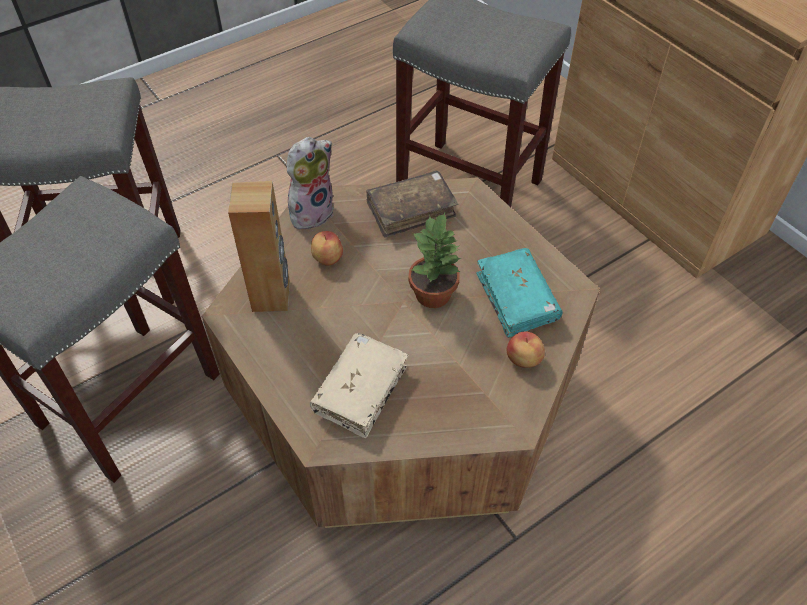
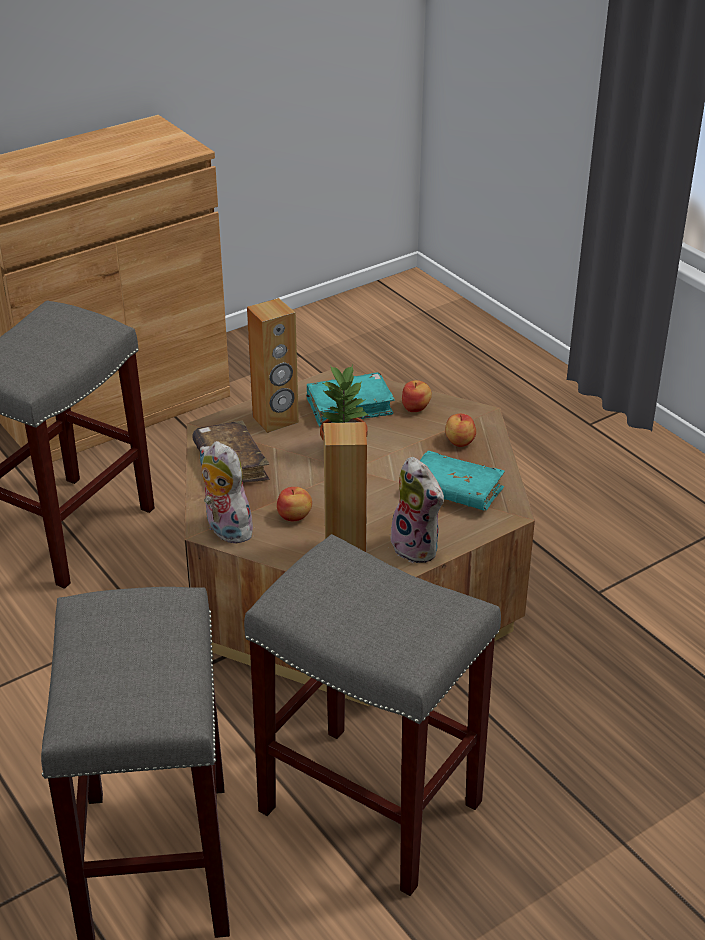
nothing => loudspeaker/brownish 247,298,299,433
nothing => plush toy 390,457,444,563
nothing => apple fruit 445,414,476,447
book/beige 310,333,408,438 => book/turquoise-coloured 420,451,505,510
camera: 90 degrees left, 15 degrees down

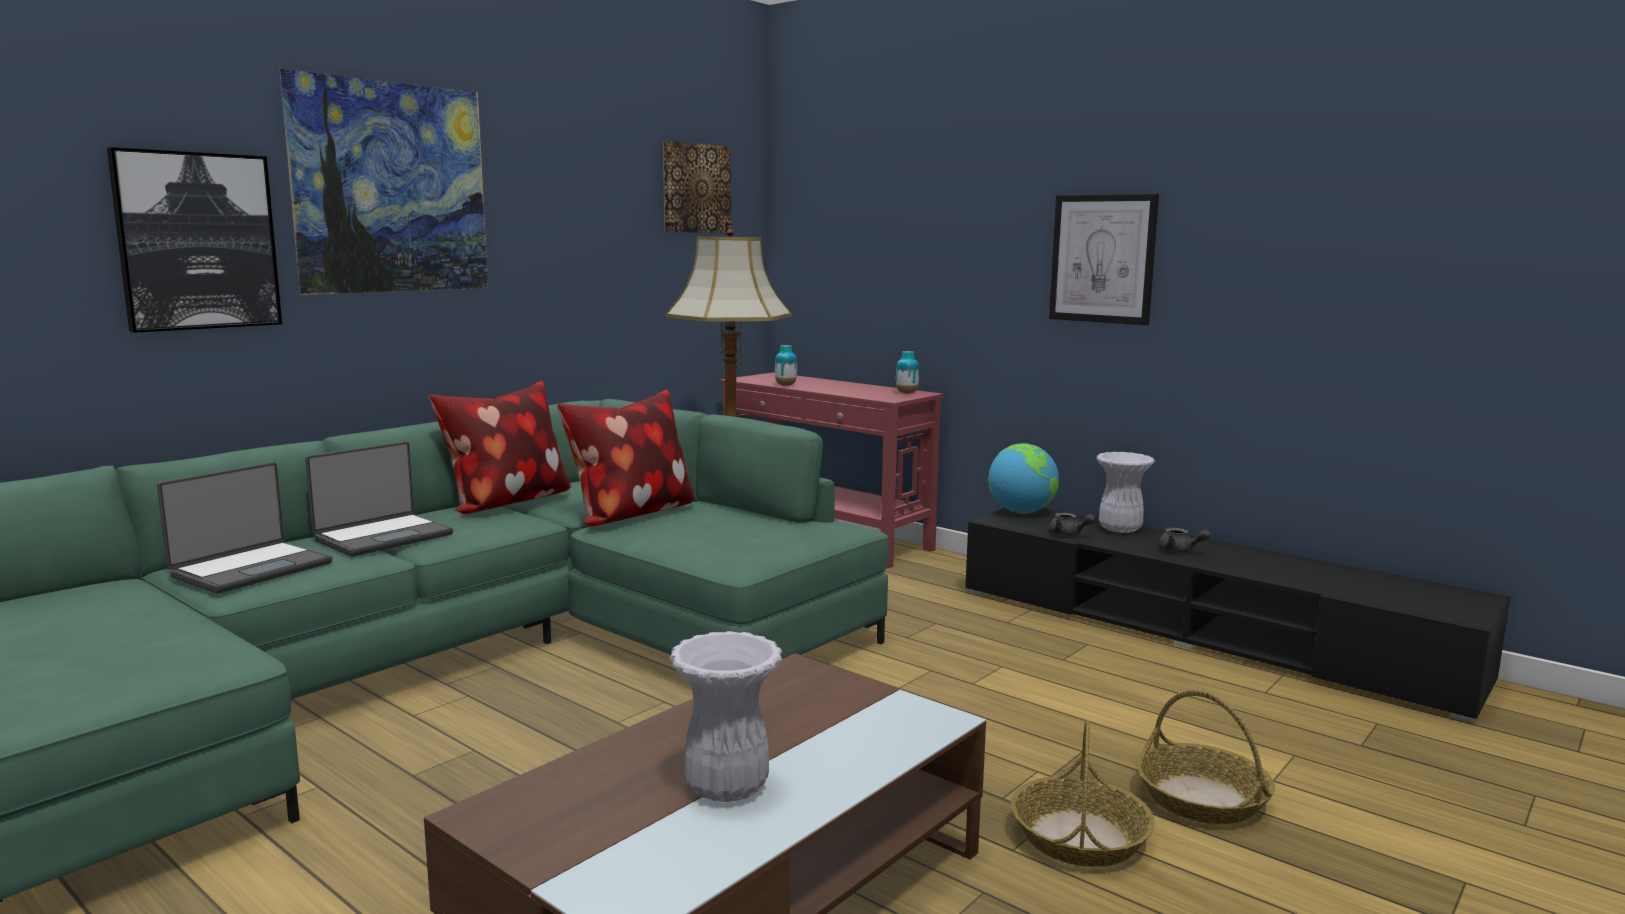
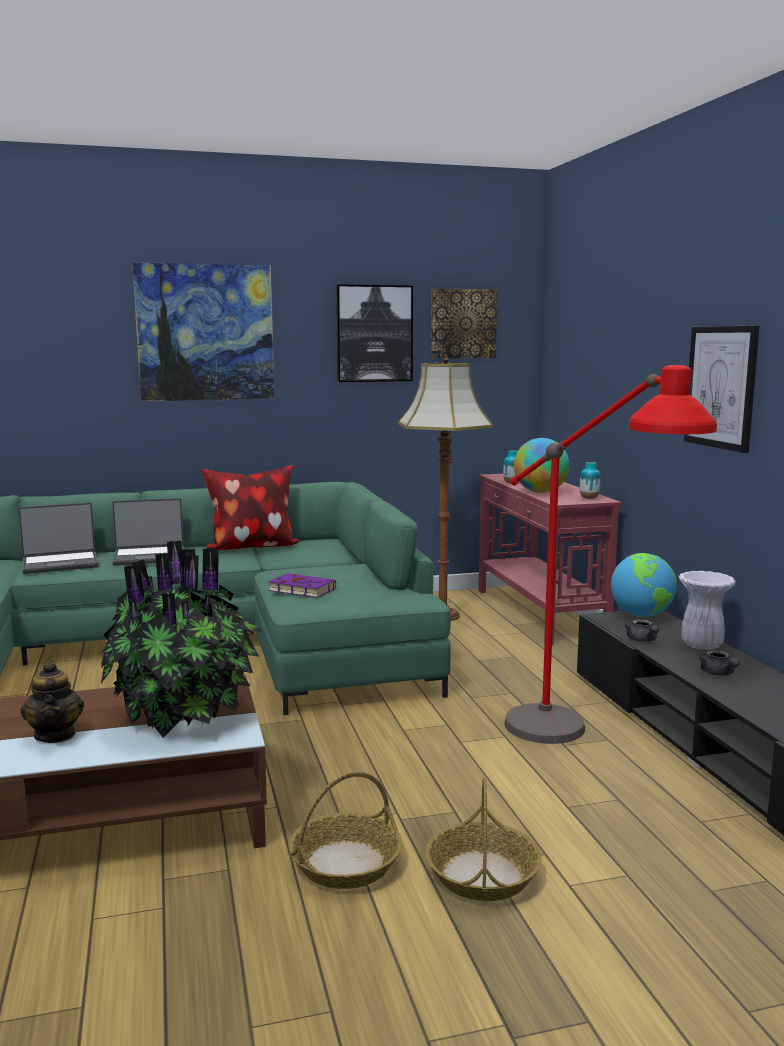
cushion 557,390,695,527 => nothing
nothing => houseplant 101,540,263,738
nothing => book/purple 268,573,336,598
nothing => standard lamp/reddish 504,365,717,744
nothing => globe 514,438,569,493
wall art 107,147,282,333 => wall art 336,285,413,382, relocated
flower vase/whitish 669,631,782,802 => pot for tea 20,661,84,743
camera: 35 degrees right, 0 degrees up

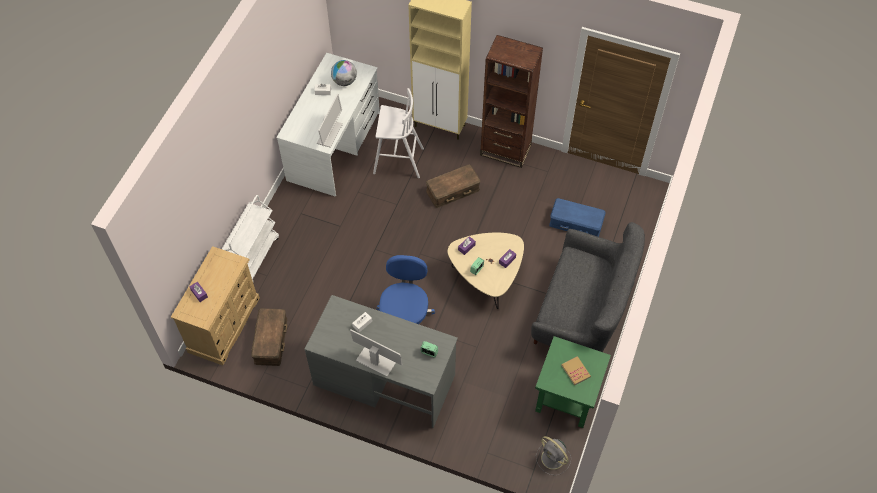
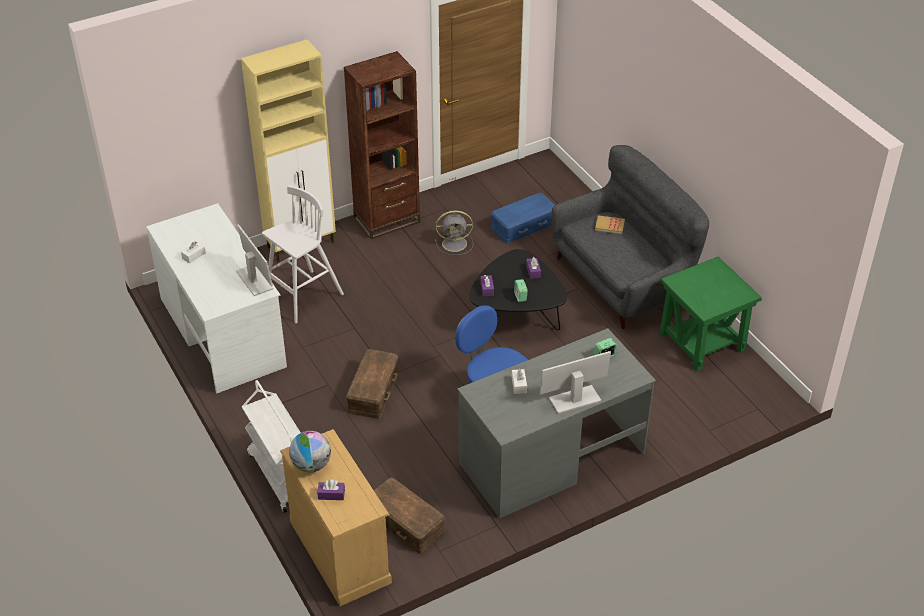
globe 331,60,357,86 => globe 289,431,331,472, relocated
storage bin/brownish 426,164,480,208 => storage bin/brownish 346,349,399,419, relocated
cooling fan/gray 536,436,571,476 => cooling fan/gray 435,211,473,255, relocated
book 561,356,591,386 => book 595,215,625,234, relocated
lounge table/beige 448,233,524,309 => lounge table/black-coloured 469,249,567,330
camera: 50 degrees left, 15 degrees down

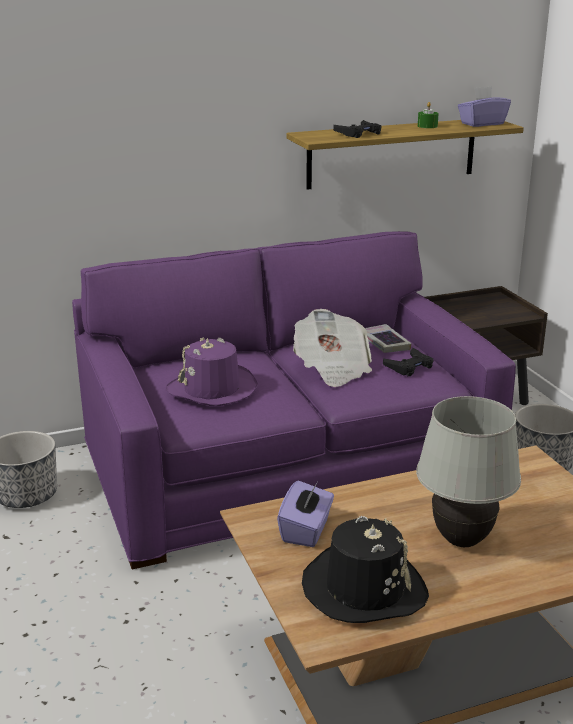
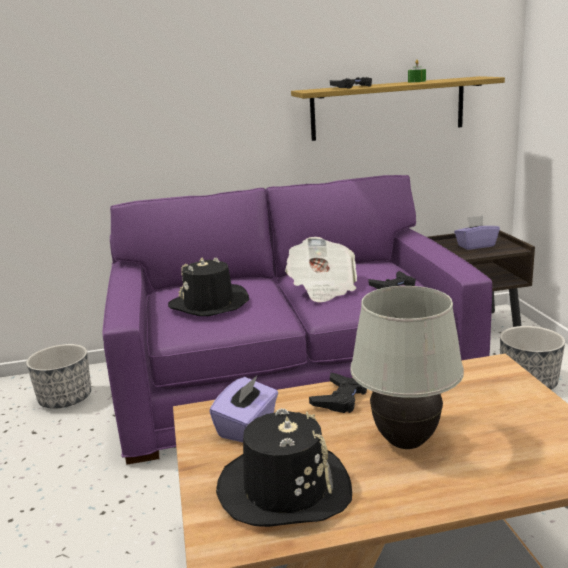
book 365,324,411,353 => nothing
nothing => joypad/black-coloured 309,373,367,413
tissue box/purple 458,86,511,127 => tissue box/purple 454,216,500,250, relocated
clothing hat/purple 166,337,258,406 => clothing hat/black-coloured 168,257,249,316
camera: 10 degrees right, 5 degrees down

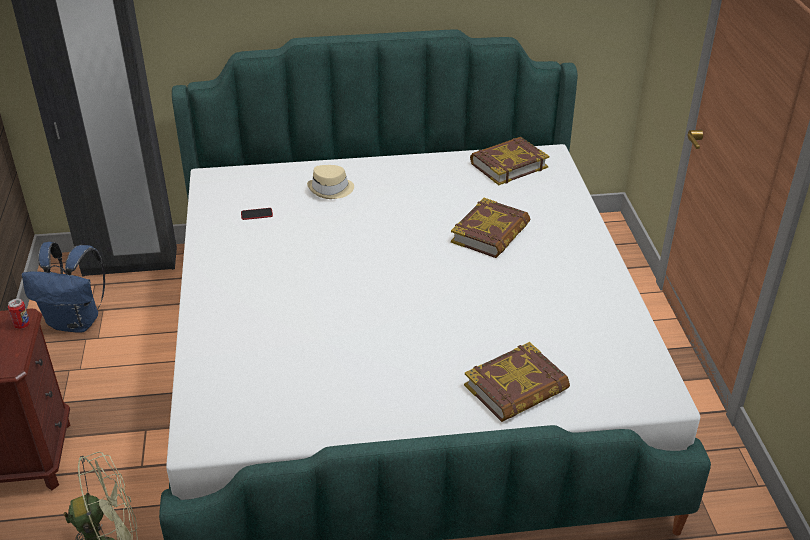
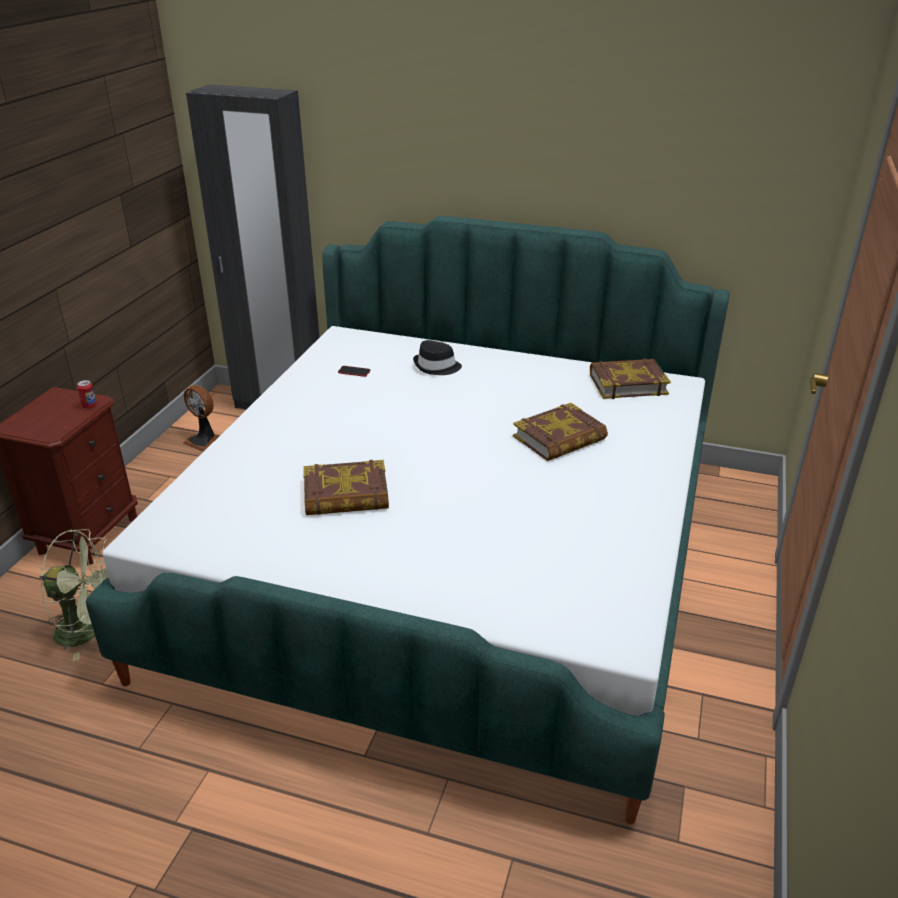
book 464,342,570,422 => book 303,460,389,515, relocated
backpack/bluish 22,242,105,332 => cooling fan 183,385,219,452
clothing hat/beige 307,165,354,199 => clothing hat/black-coloured 413,340,462,375
camera: 25 degrees right, 5 degrees down

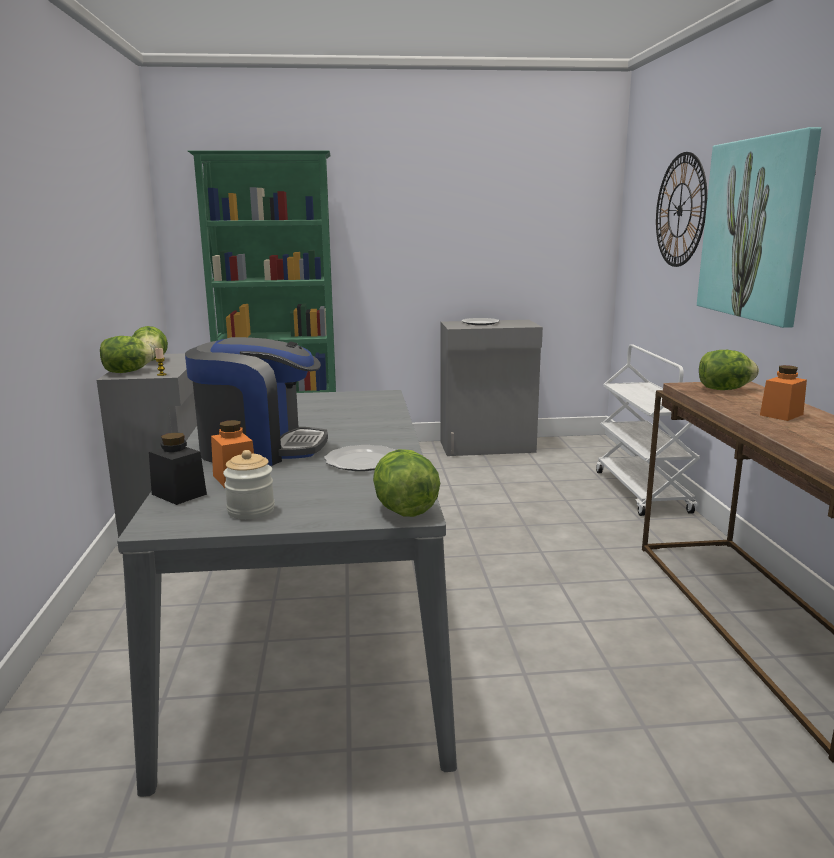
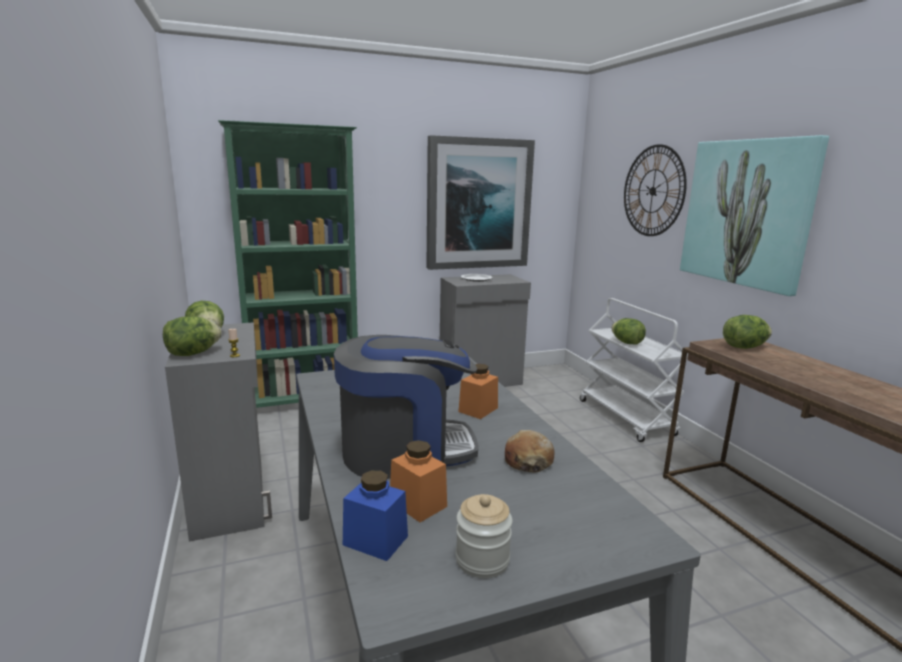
nothing => wall art 426,135,535,270
lettuce 373,449,440,517 => lettuce 611,318,646,345, relocated
jar/orange 760,365,807,421 => jar/orange 458,364,498,419, relocated
dinner plate 324,445,395,471 => baked bread 505,430,555,472
jar/black-coloured 149,432,207,505 => jar/bluish 343,470,408,561
camera: 15 degrees left, 0 degrees up

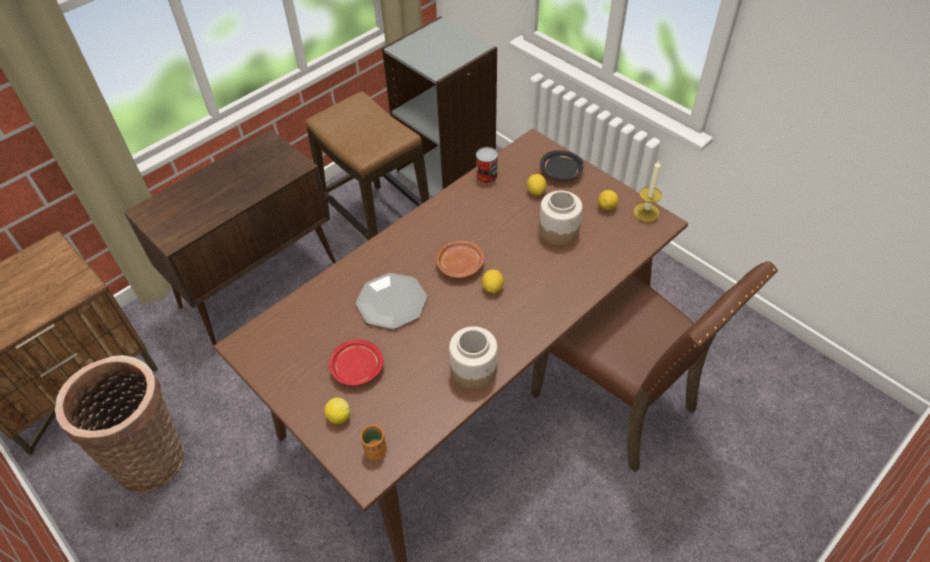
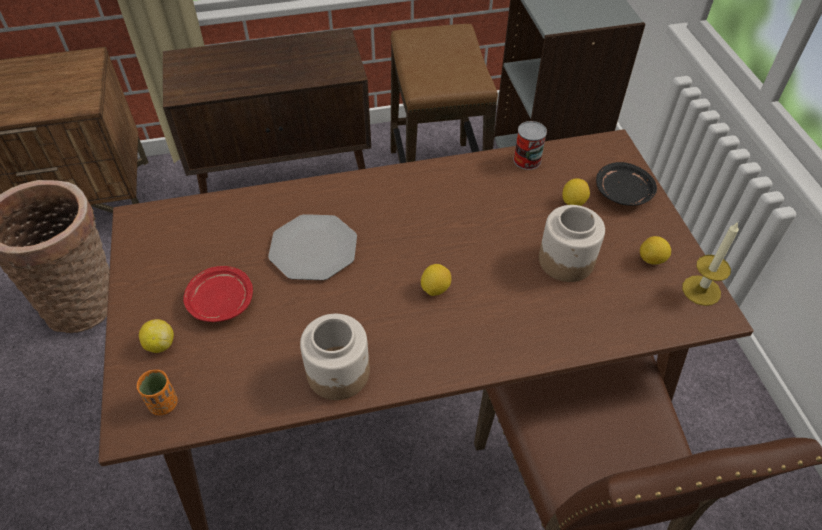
dinner plate/brownish 436,240,484,278 => nothing
camera: 30 degrees right, 0 degrees up

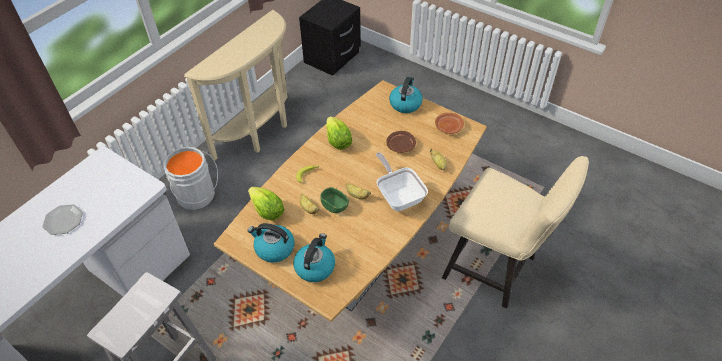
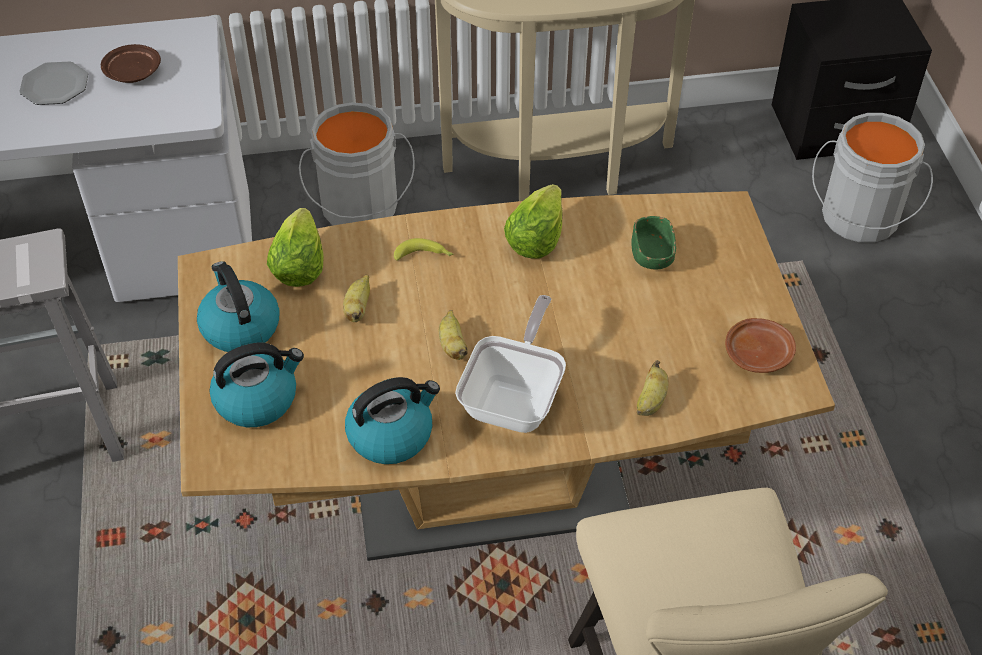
nothing => bucket/gray 812,113,933,243
bowl/greenish 320,187,349,213 => bowl/greenish 631,216,676,270, relocated
dinner plate/brownish 386,131,416,153 => dinner plate/brownish 101,44,161,83, relocated
tea kettle 389,76,423,113 => tea kettle 345,377,440,464, relocated
camera: 45 degrees right, 0 degrees up

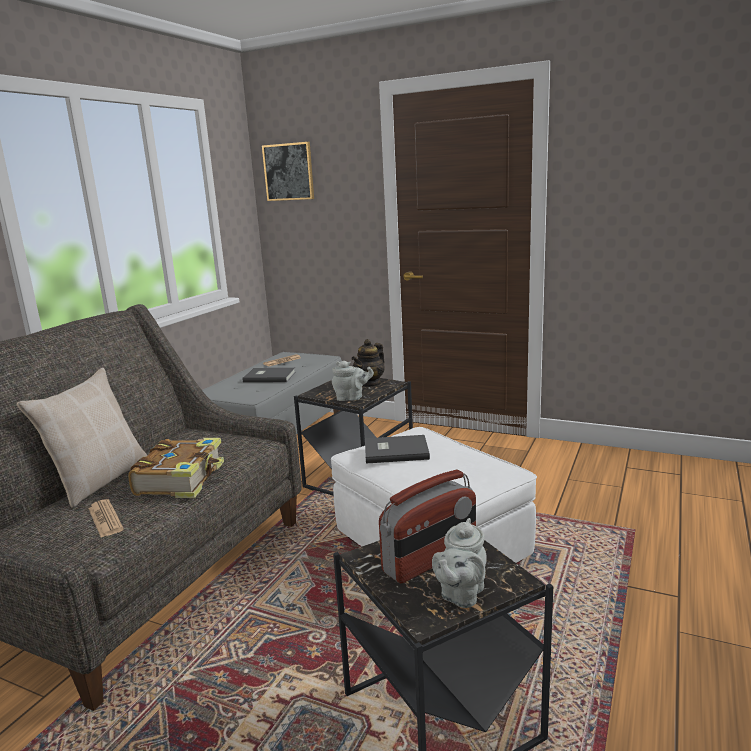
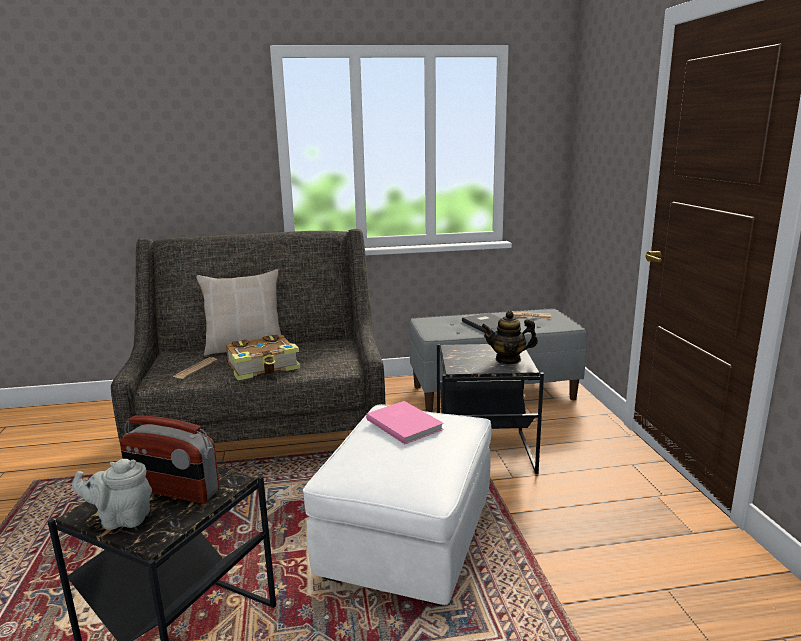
wall art 262,142,314,201 => nothing
pot for tea/gray 332,361,374,401 => nothing
book/gray 365,435,430,464 => book/pink 366,401,444,444
camera: 55 degrees right, 0 degrees up

